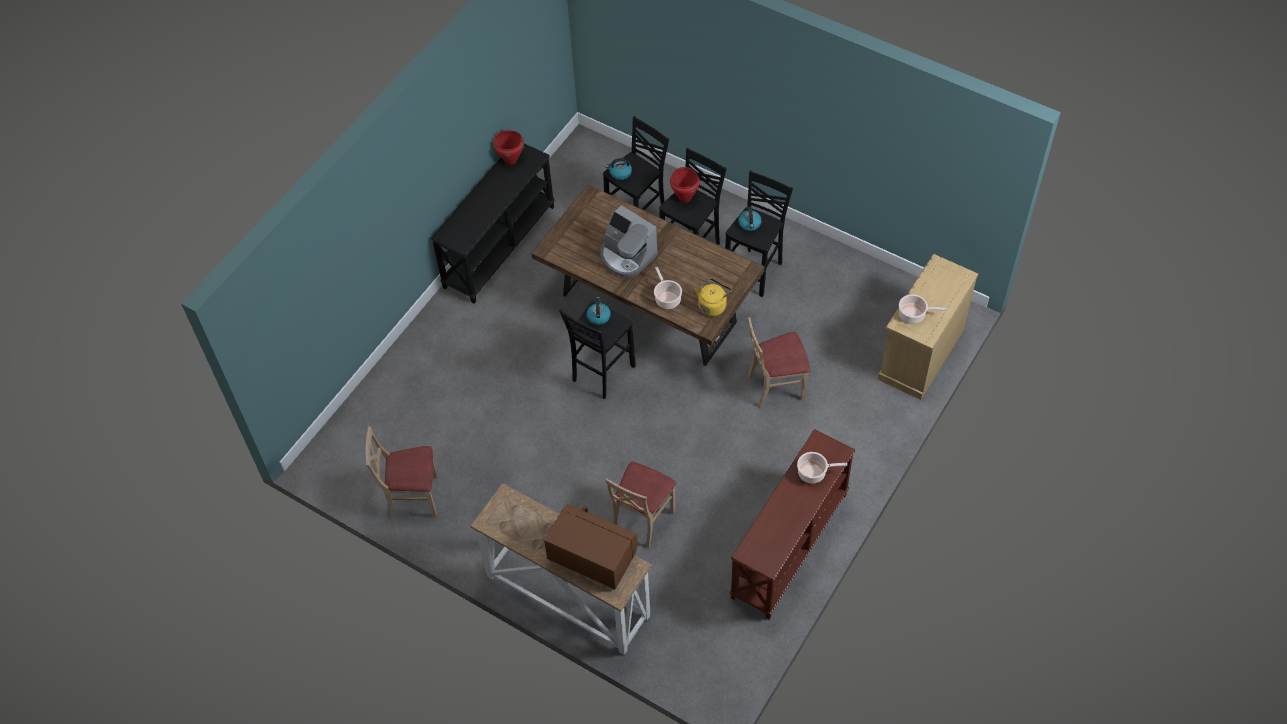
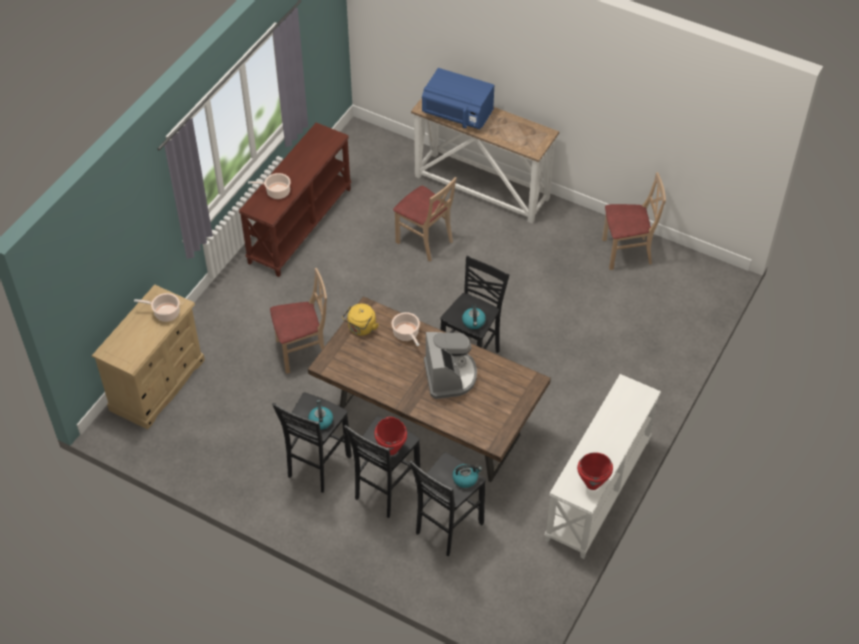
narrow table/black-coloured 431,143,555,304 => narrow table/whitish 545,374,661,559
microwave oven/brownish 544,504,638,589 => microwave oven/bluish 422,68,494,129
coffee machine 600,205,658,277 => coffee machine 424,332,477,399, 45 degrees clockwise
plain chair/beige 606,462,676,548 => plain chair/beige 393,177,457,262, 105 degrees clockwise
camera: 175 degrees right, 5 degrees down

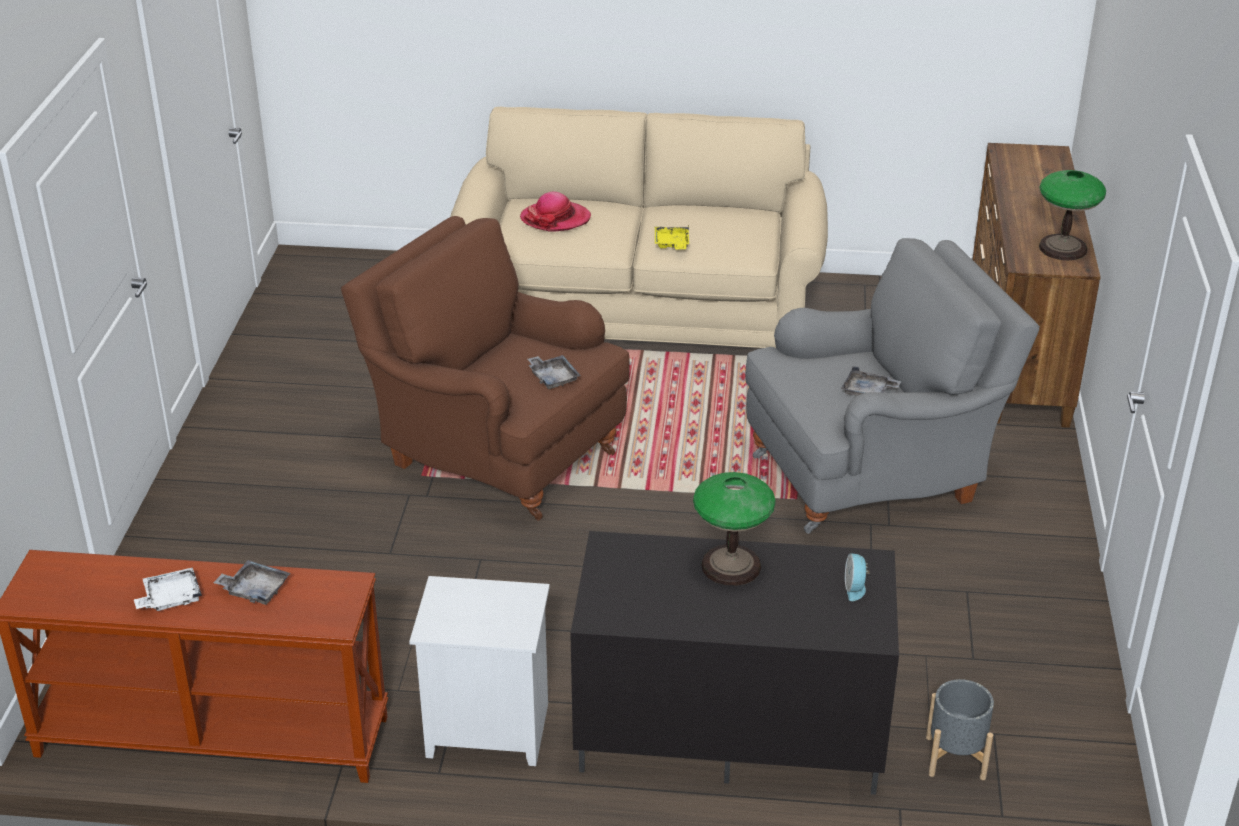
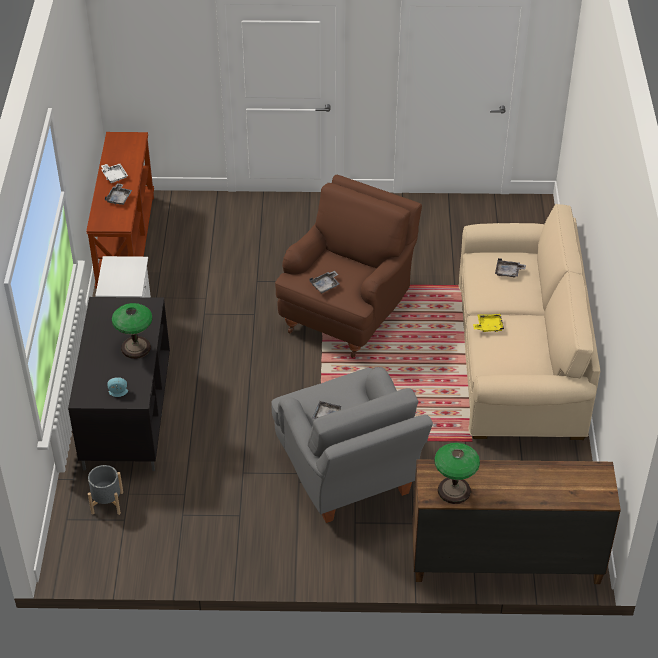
clothing hat 520,192,591,231 => tray/gray 495,258,526,278
camera: 85 degrees right, 10 degrees up

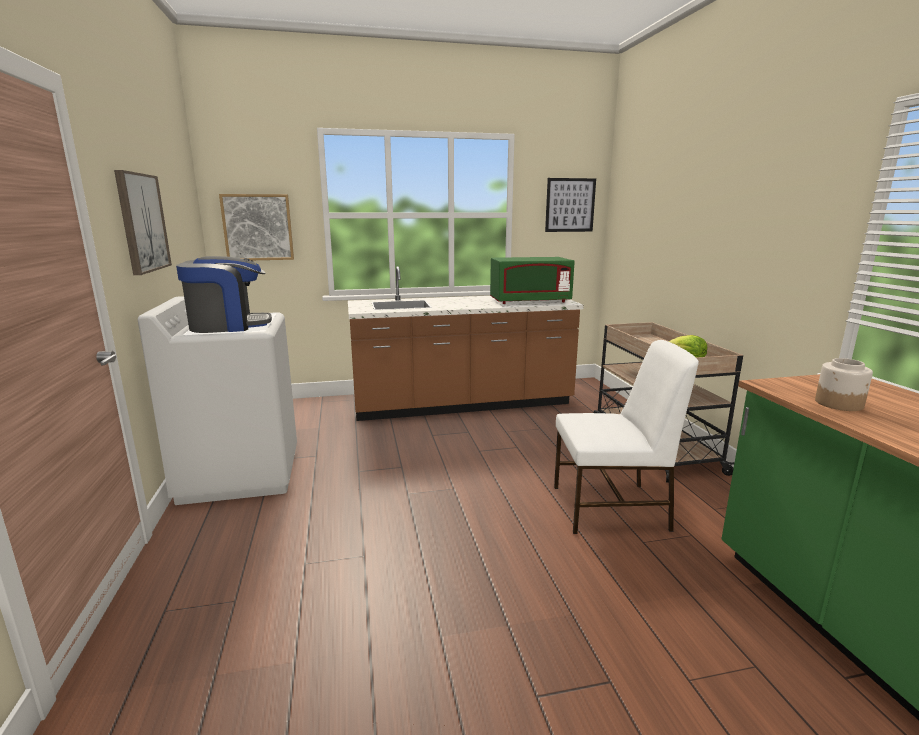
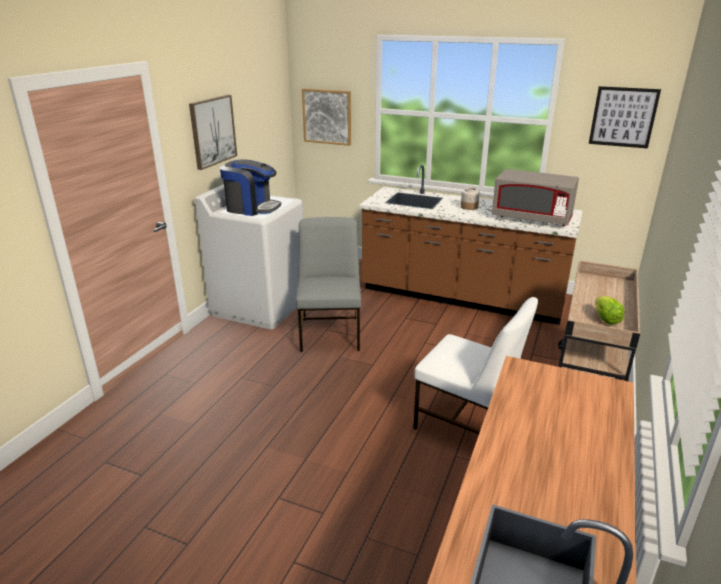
nothing => plain chair/gray 296,217,361,352
jar 815,358,873,411 => jar 461,187,480,210, relocated
microwave oven/greenish 490,257,575,304 => microwave oven/gray 492,169,579,226
camera: 35 degrees right, 10 degrees up

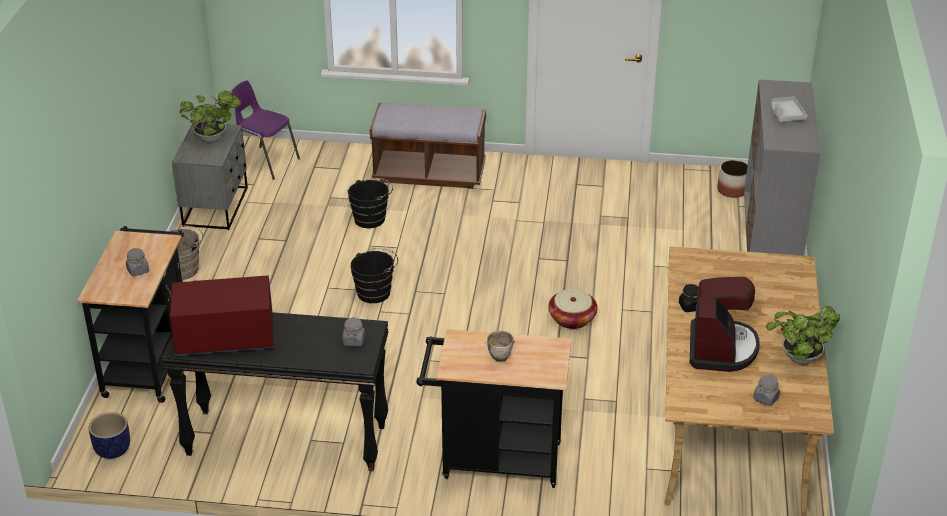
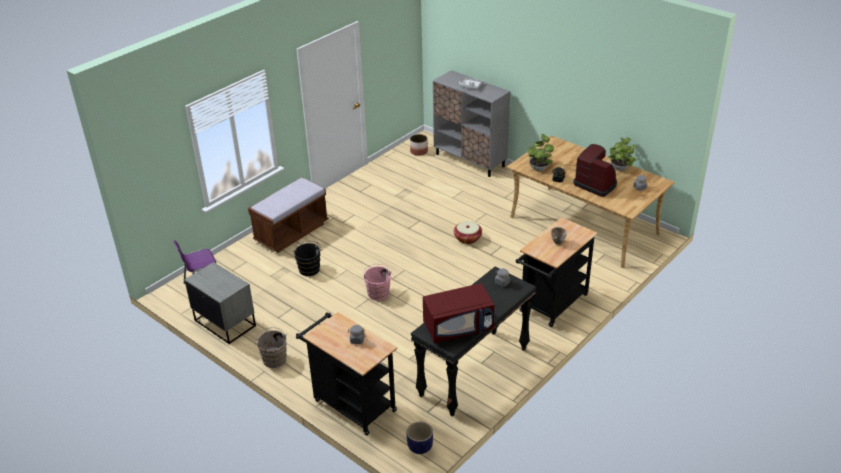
houseplant 180,90,241,142 => houseplant 527,134,554,171, relocated
bucket/black-coloured 350,248,398,303 => bucket/pink 364,264,391,301
microwave oven/reddish 170,275,274,356 => microwave oven/reddish 423,283,494,343, 135 degrees counterclockwise
camera: 55 degrees left, 0 degrees up

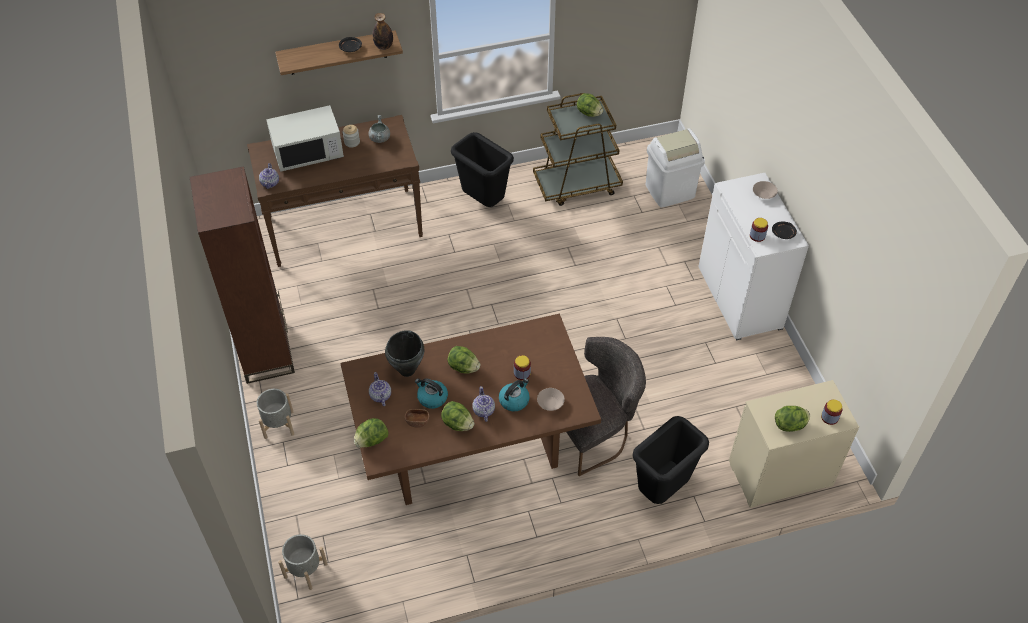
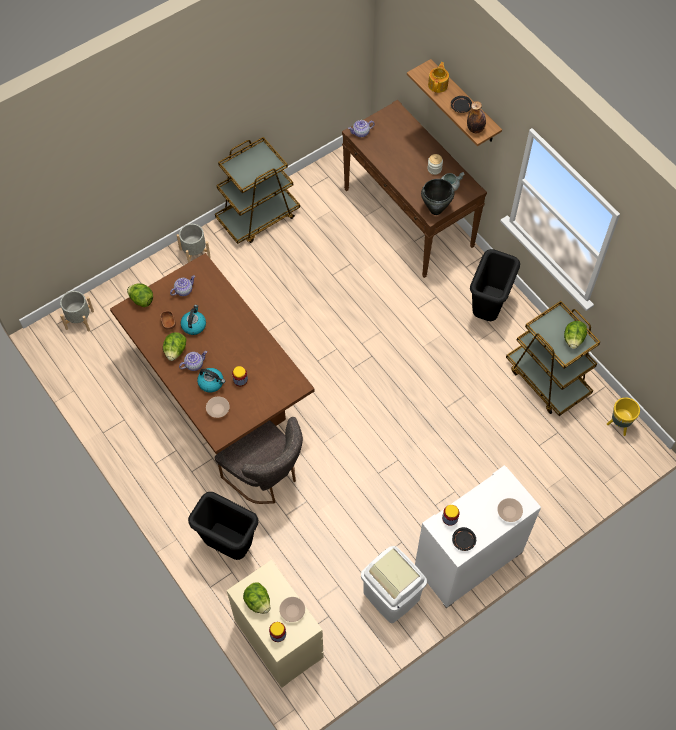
microwave oven/whitish 266,105,344,172 => nothing
lettuce 447,346,481,374 => nothing
nothing => bowl/beige 279,597,305,622
nothing => pot for tea 428,62,449,93
nothing => plant pot/yellowish 607,397,640,436
cooking pot/black-coloured 385,330,424,377 => cooking pot/black-coloured 421,179,455,215, relocated
rubbish bin/whitish 645,129,705,207 => rubbish bin/whitish 361,546,427,623, relocated
bookcase/brownish 190,166,295,384 => wheeled cart/brownish 215,137,300,244
camera: 70 degrees right, 10 degrees up

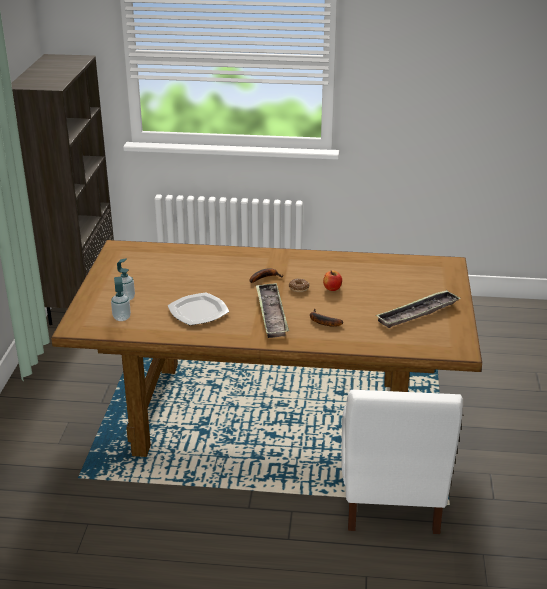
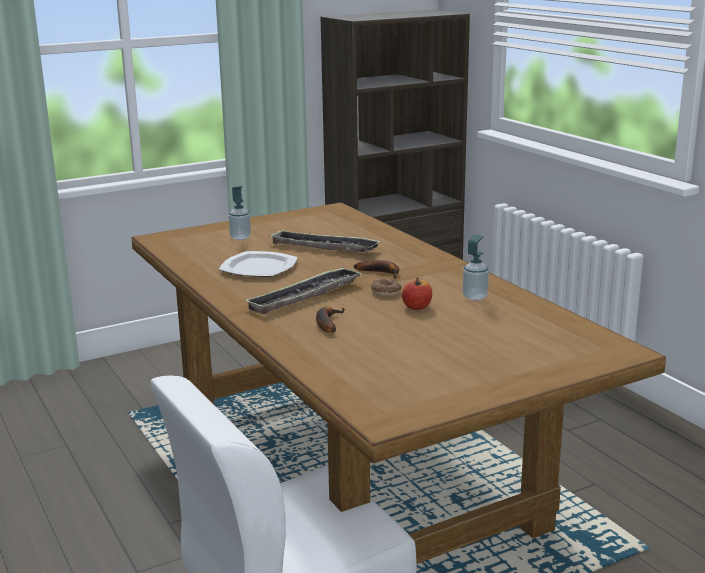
soap dispenser 111,277,131,321 => soap dispenser 463,234,489,301, relocated
tray 376,290,461,328 => tray 269,230,381,252, relocated
camera: 55 degrees right, 10 degrees down

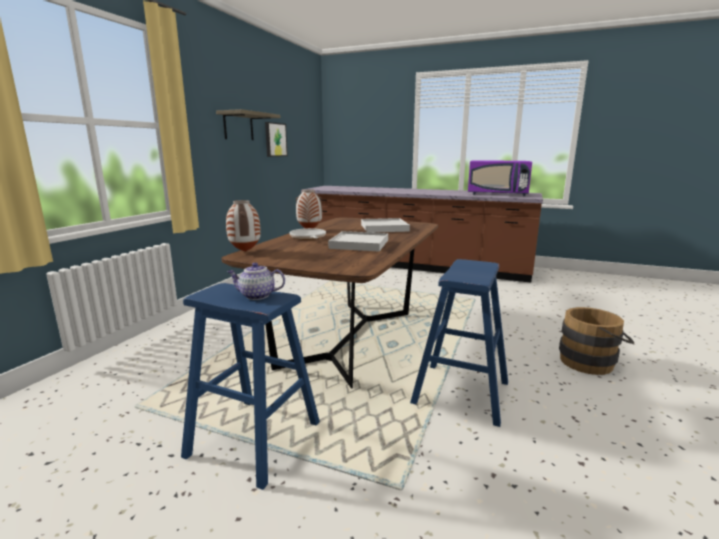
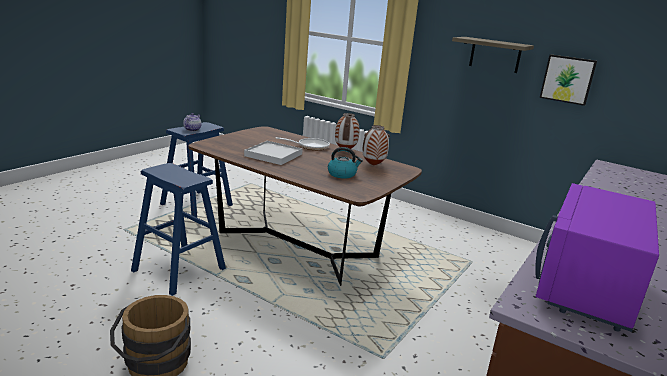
flower vase 226,200,261,252 => flower vase 362,125,390,166, relocated
tray/whitish 361,218,410,233 => tea kettle 328,147,363,179
camera: 100 degrees right, 5 degrees up

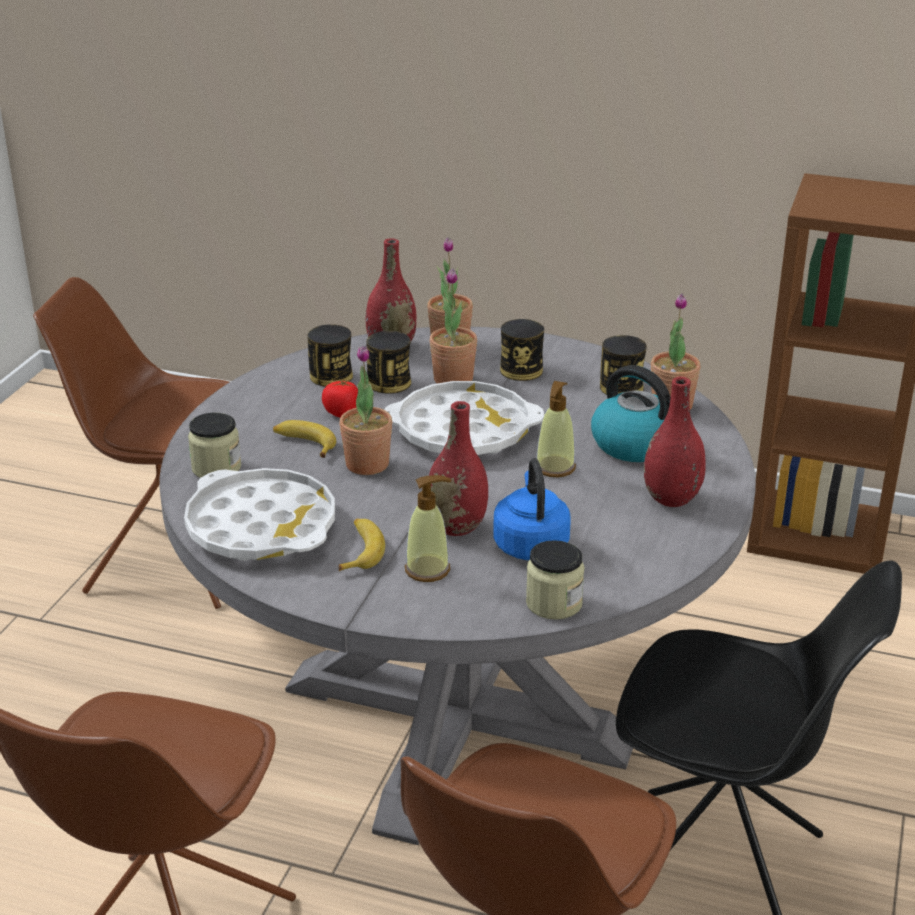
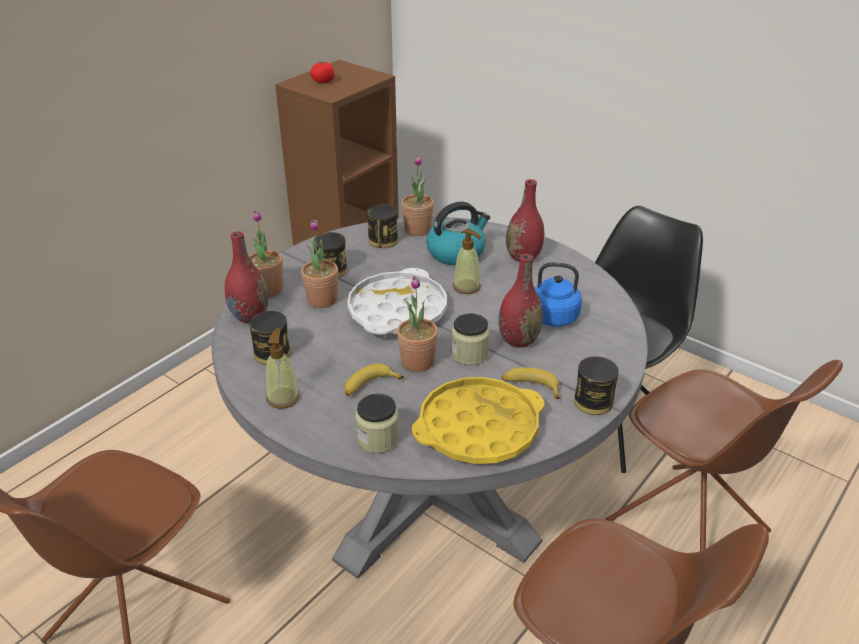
tomato 322,379,358,417 => tomato 310,62,335,83, relocated
metal can 366,331,411,394 => metal can 574,356,619,415, relocated
soap dispenser 405,475,451,582 => soap dispenser 266,328,299,409, relocated
jar 526,540,584,620 => jar 451,313,490,366, relocated
tray/whitish 184,468,335,561 => tray/yellowish 412,377,544,464
camera: 70 degrees left, 5 degrees up

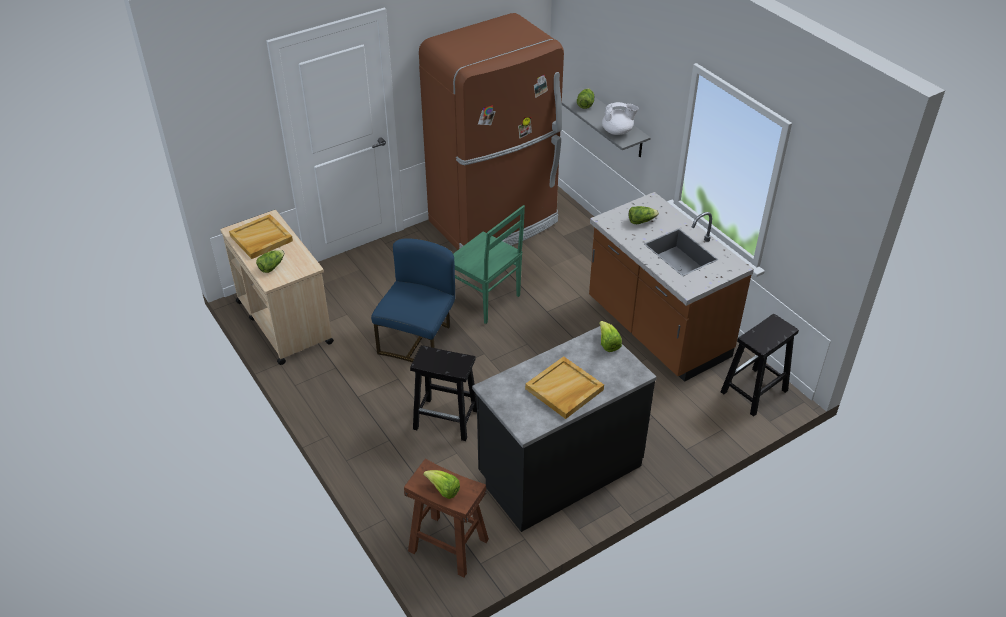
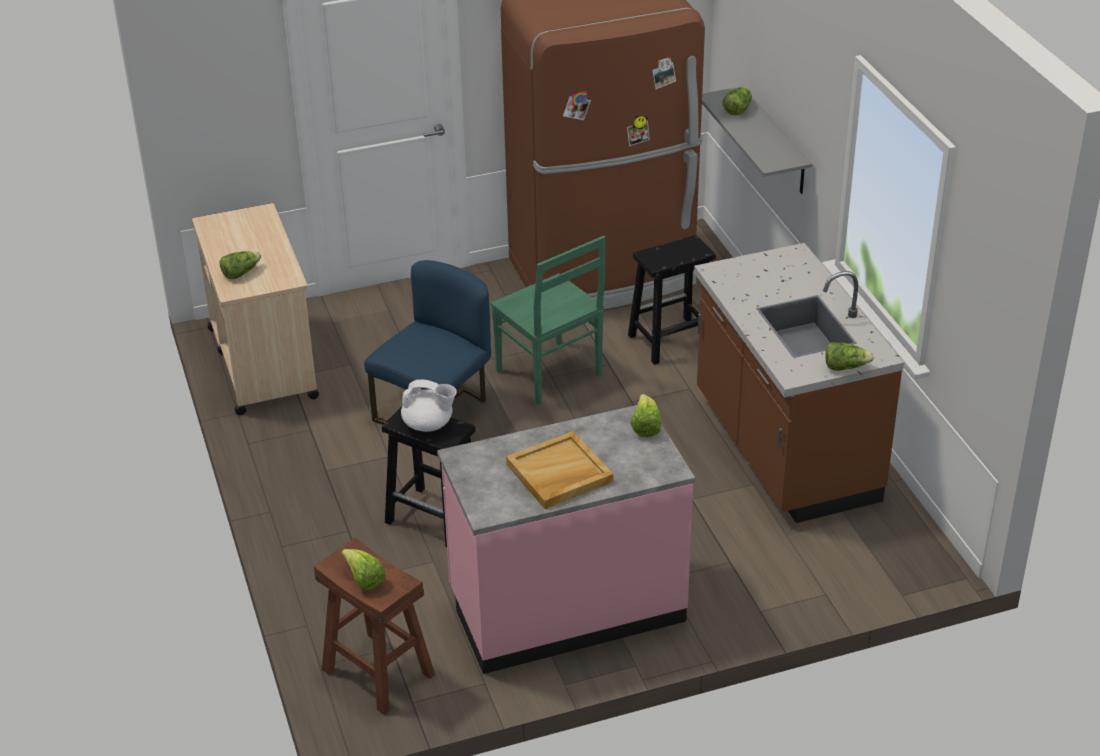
tray/beige 229,214,293,259 => nothing
pot for tea/whitish 602,102,639,135 => pot for tea/whitish 401,379,457,432, relocated
lettuce 629,206,659,224 => lettuce 826,342,874,371, relocated
sitting stool/black-coloured 721,314,799,417 => sitting stool/black-coloured 628,235,716,365, relocated
kitchen counter/black-coloured 472,326,656,532 => kitchen counter/pink 437,405,695,674
camera: 15 degrees right, 5 degrees down

